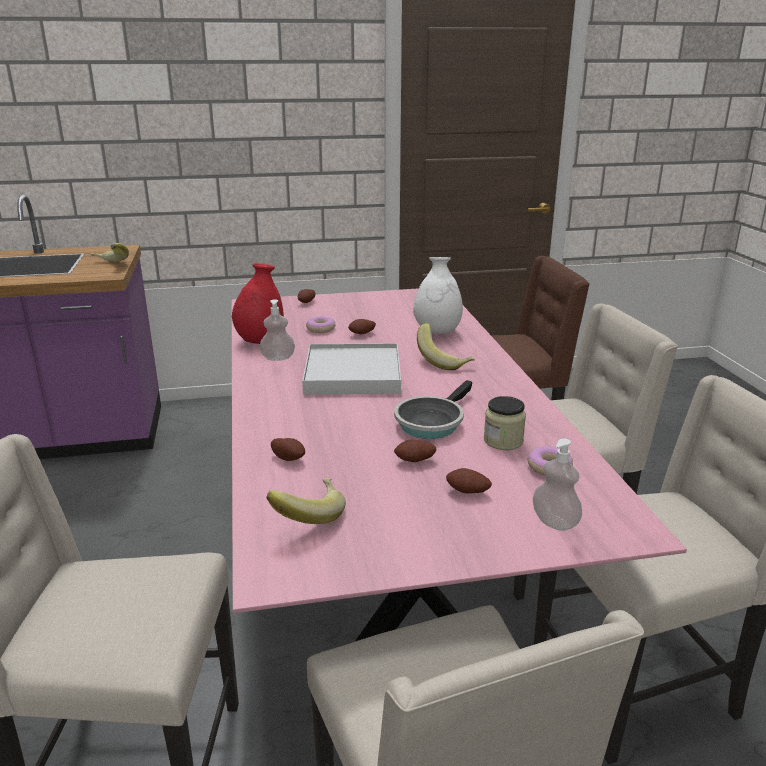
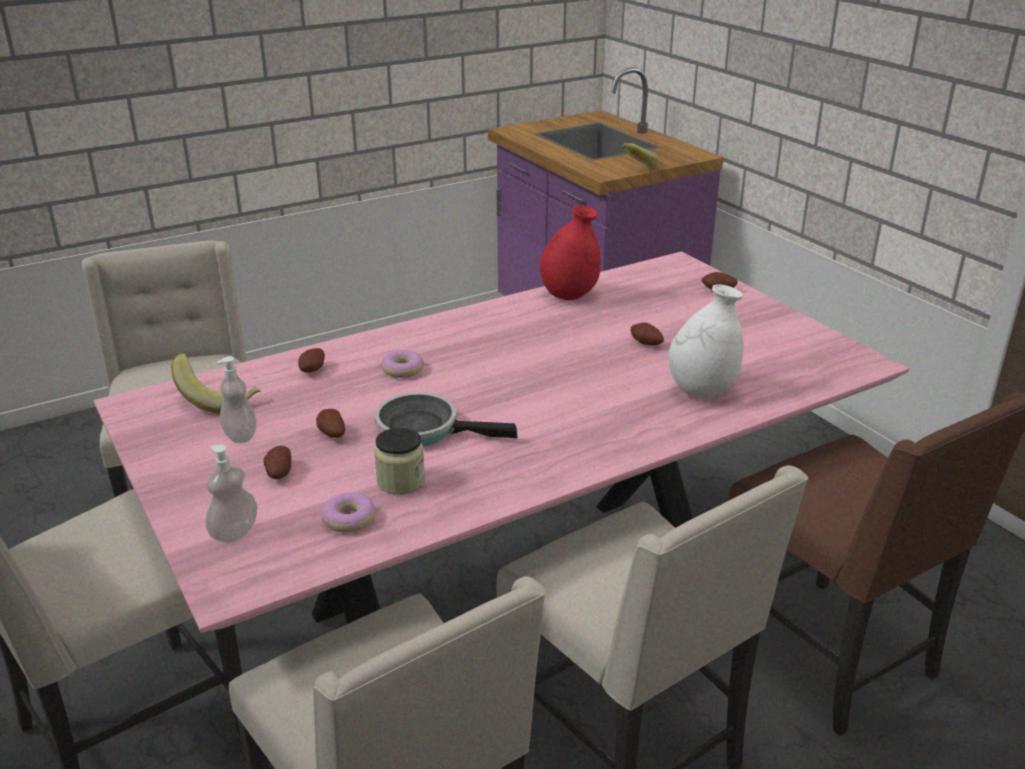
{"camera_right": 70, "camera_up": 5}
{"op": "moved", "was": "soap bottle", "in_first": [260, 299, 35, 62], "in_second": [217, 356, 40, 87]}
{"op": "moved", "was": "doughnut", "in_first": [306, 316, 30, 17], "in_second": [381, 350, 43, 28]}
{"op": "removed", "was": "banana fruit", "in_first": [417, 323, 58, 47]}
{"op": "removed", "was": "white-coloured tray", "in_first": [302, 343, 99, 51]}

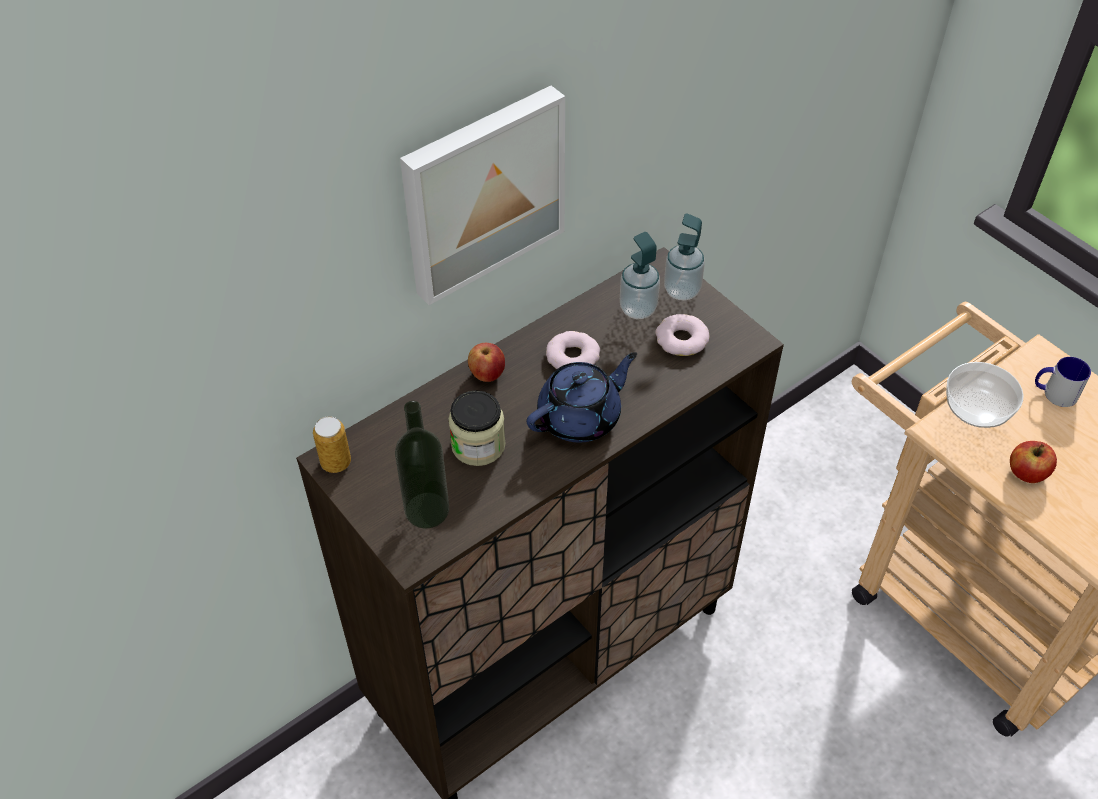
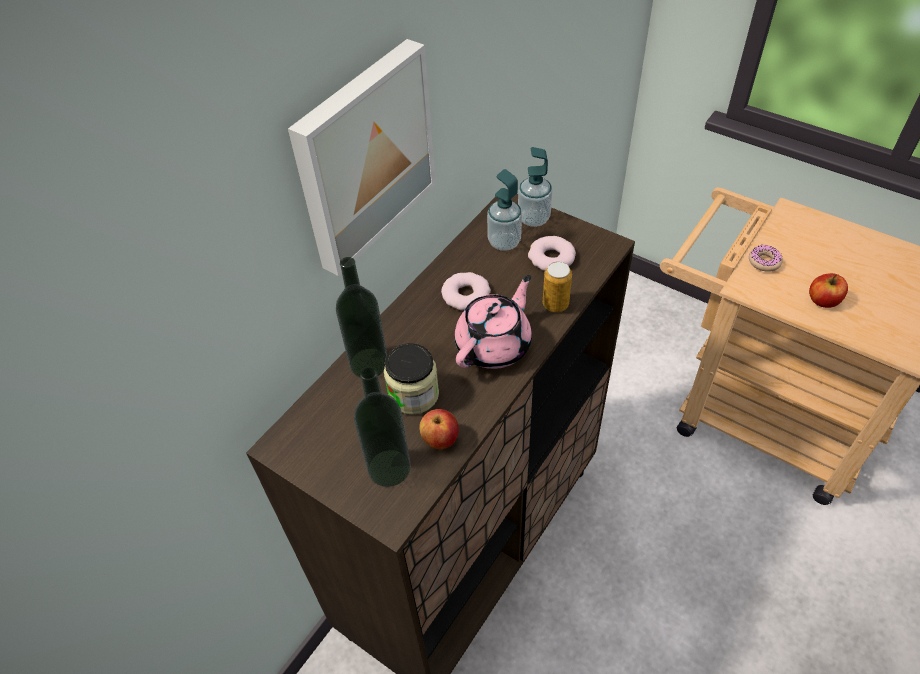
{"camera_right": -15, "camera_up": 0}
{"op": "moved", "was": "whole apple", "in_first": [468, 343, 37, 39], "in_second": [419, 409, 40, 40]}
{"op": "recoloured", "was": "bluish teapot", "now": "pink teapot", "in_first": [527, 352, 110, 90], "in_second": [455, 275, 77, 94]}
{"op": "removed", "was": "mug", "in_first": [1035, 357, 56, 50]}
{"op": "replaced", "was": "bowl", "now": "doughnut", "in_first": [946, 362, 77, 66], "in_second": [749, 245, 34, 27]}
{"op": "moved", "was": "sealed can", "in_first": [313, 416, 38, 57], "in_second": [543, 261, 29, 51]}
{"op": "added", "now": "drink bottle", "in_second": [336, 257, 51, 121]}

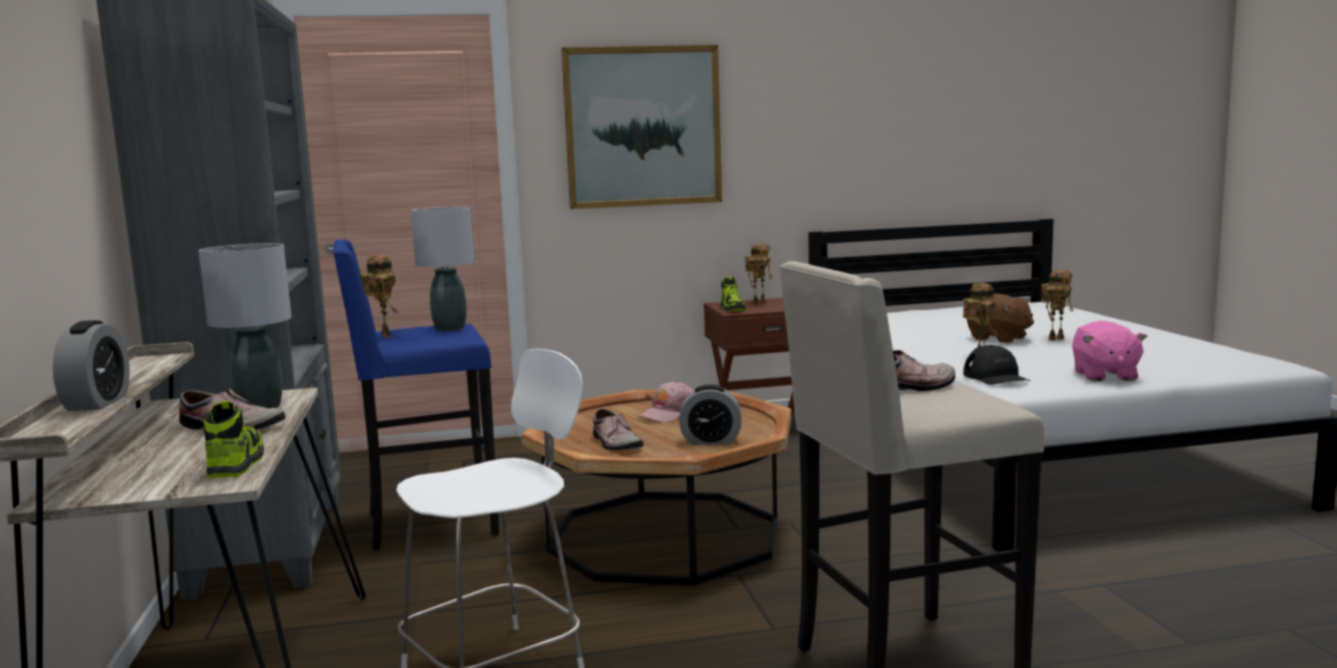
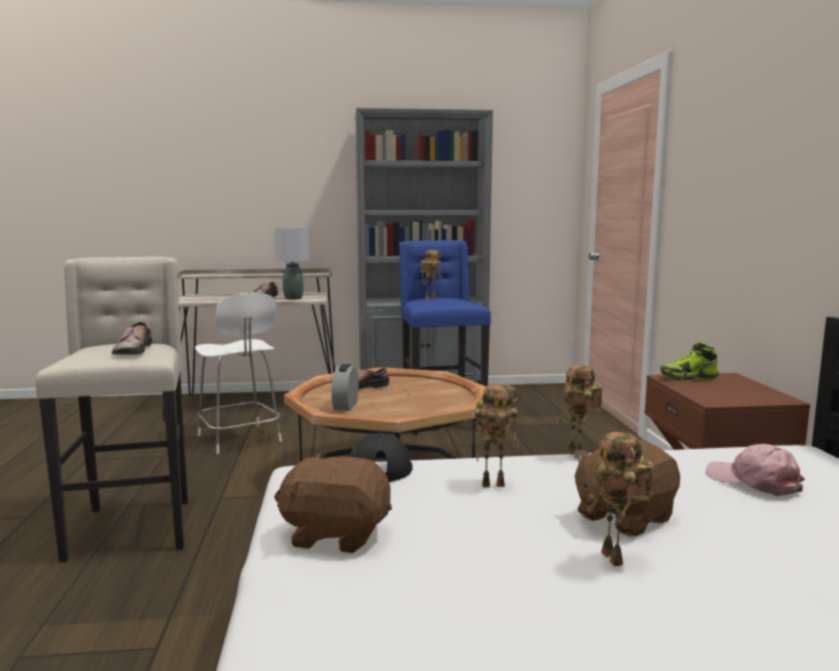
{"camera_right": 95, "camera_up": 0}
{"op": "removed", "was": "wall art", "in_first": [561, 45, 161, 164]}
{"op": "removed", "was": "gray table lamp", "in_first": [411, 207, 63, 124]}
{"op": "moved", "was": "robot figure", "in_first": [745, 244, 27, 61], "in_second": [556, 365, 47, 94]}
{"op": "removed", "was": "table clock", "in_first": [53, 320, 77, 91]}
{"op": "recoloured", "was": "pink cuddly toy", "now": "brownish cuddly toy", "in_first": [1072, 321, 76, 60], "in_second": [274, 453, 118, 100]}
{"op": "moved", "was": "pink baseball cap", "in_first": [637, 381, 57, 41], "in_second": [706, 444, 99, 52]}
{"op": "removed", "was": "shoe", "in_first": [204, 401, 60, 77]}

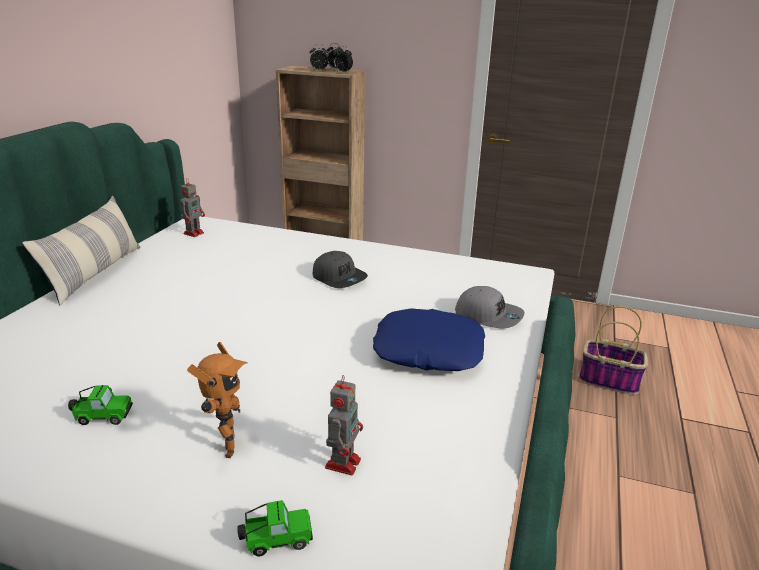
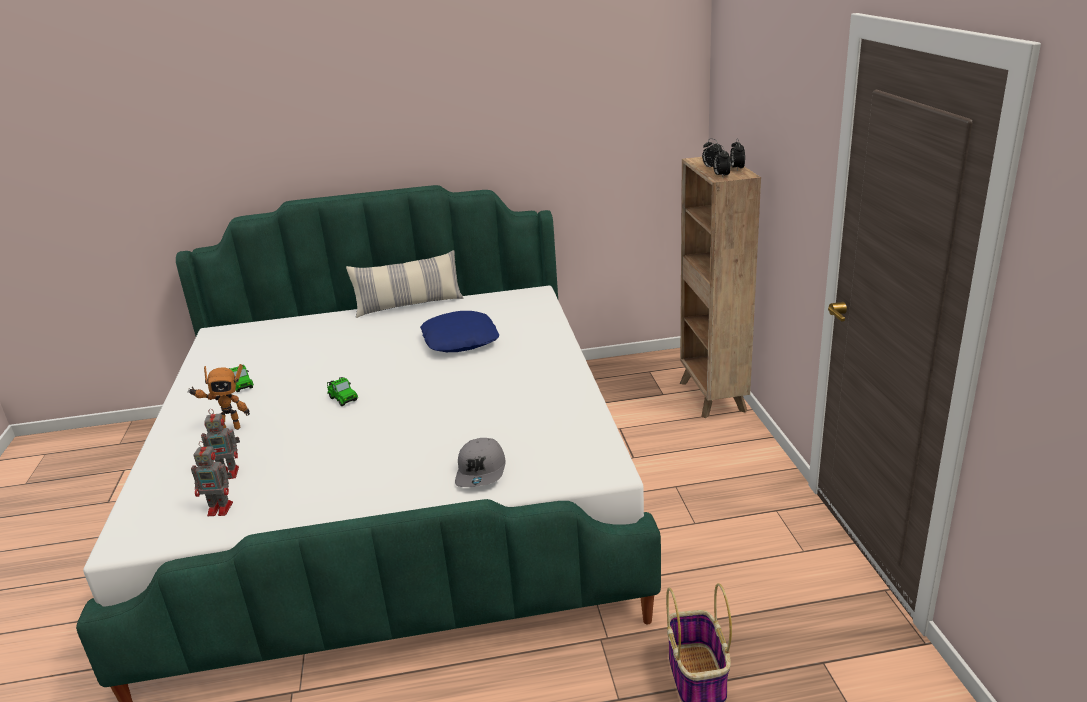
{"camera_right": 65, "camera_up": 0}
{"op": "moved", "was": "robot figure", "in_first": [180, 178, 25, 59], "in_second": [191, 441, 42, 75]}
{"op": "removed", "was": "gray baseball cap", "in_first": [313, 251, 55, 37]}
{"op": "moved", "was": "bluish throw pillow", "in_first": [373, 308, 112, 63], "in_second": [420, 311, 79, 41]}
{"op": "moved", "was": "miniature car", "in_first": [237, 500, 76, 56], "in_second": [327, 377, 31, 29]}

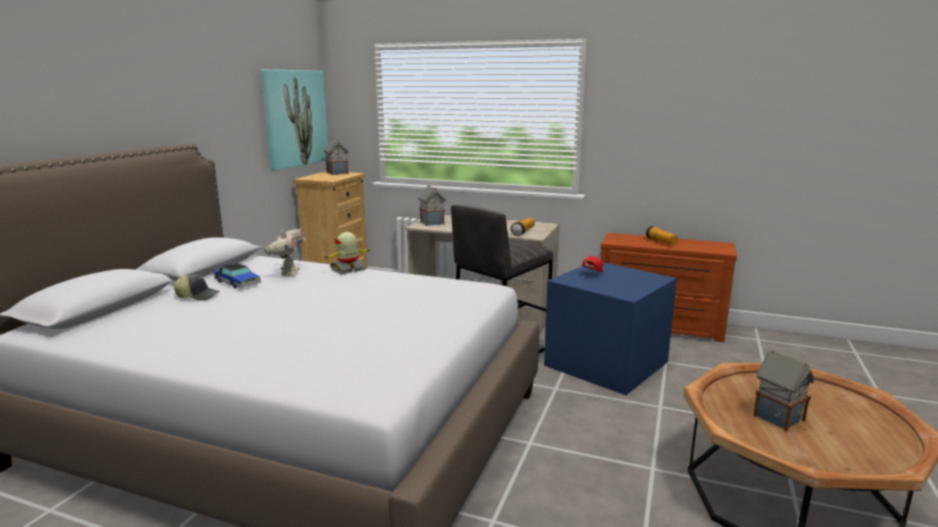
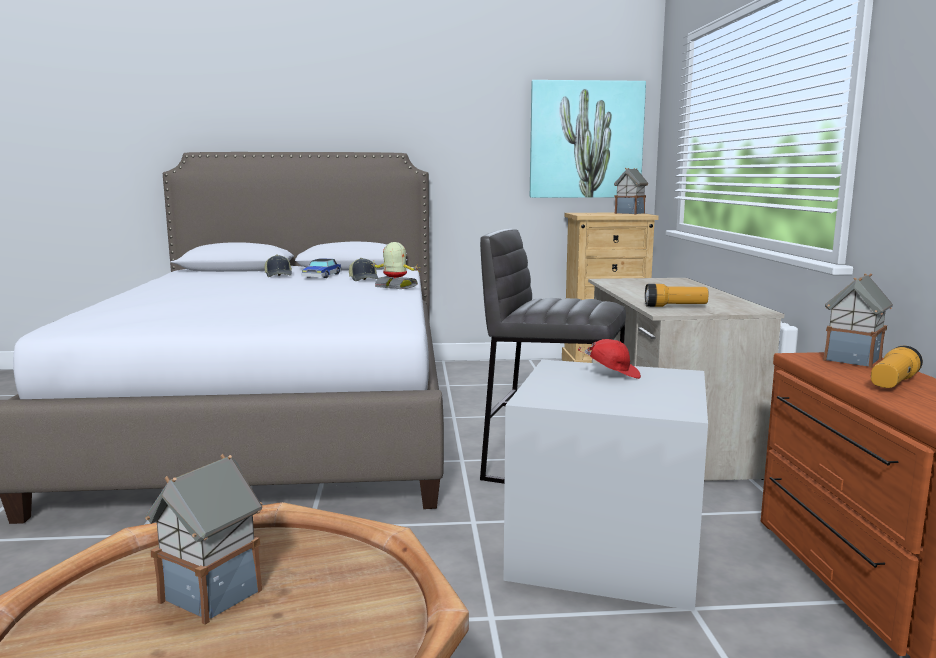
{"camera_right": 65, "camera_up": -5}
{"op": "moved", "was": "model house", "in_first": [418, 185, 28, 41], "in_second": [823, 273, 70, 95]}
{"op": "replaced", "was": "robot figure", "now": "baseball cap", "in_first": [264, 226, 42, 50], "in_second": [349, 258, 29, 23]}
{"op": "recoloured", "was": "bluish storage box", "now": "gray storage box", "in_first": [544, 262, 133, 133], "in_second": [504, 359, 204, 252]}

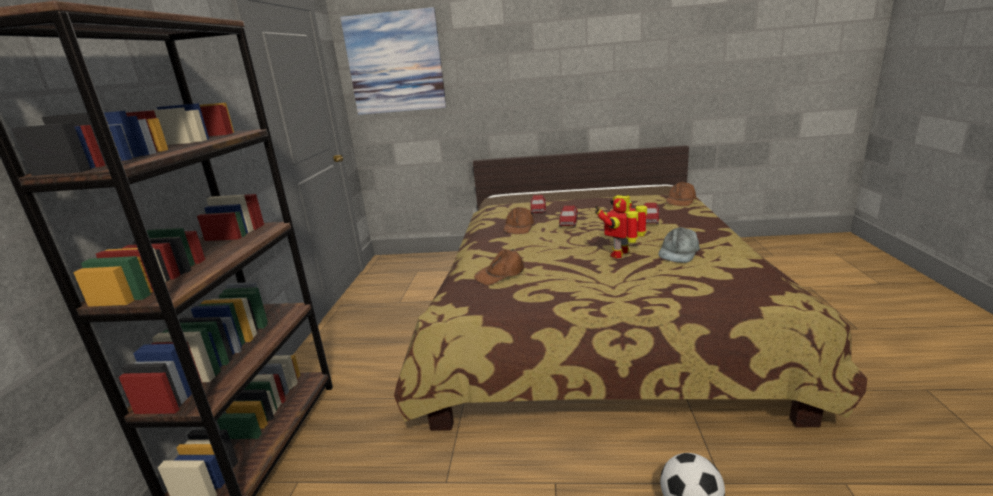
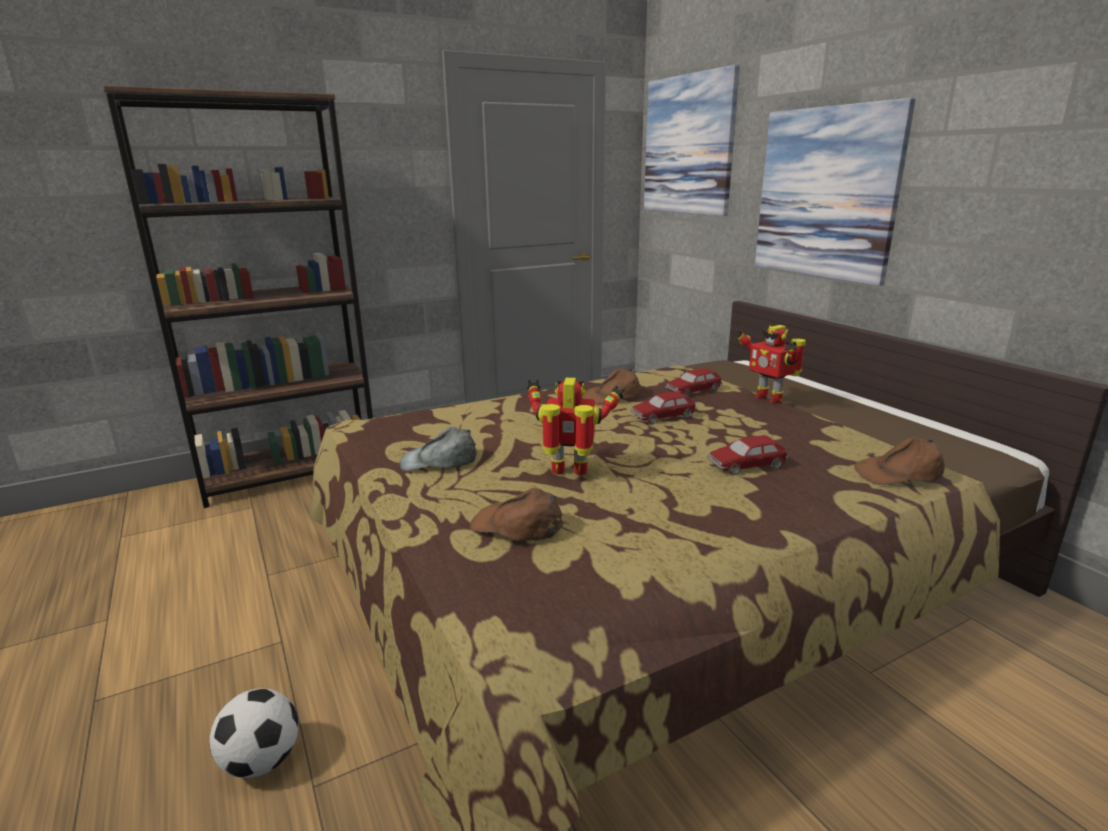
{"camera_right": 55, "camera_up": 0}
{"op": "moved", "was": "gray baseball cap", "in_first": [659, 227, 41, 36], "in_second": [400, 427, 77, 44]}
{"op": "moved", "was": "brownish baseball cap", "in_first": [474, 249, 50, 36], "in_second": [470, 488, 93, 53]}
{"op": "added", "now": "wall art", "in_second": [755, 98, 161, 188]}
{"op": "added", "now": "robot figure", "in_second": [736, 325, 70, 79]}

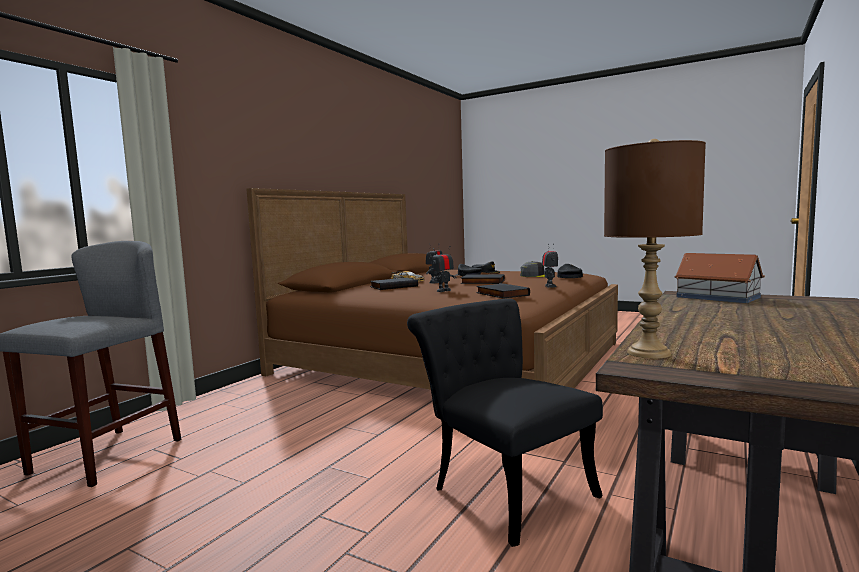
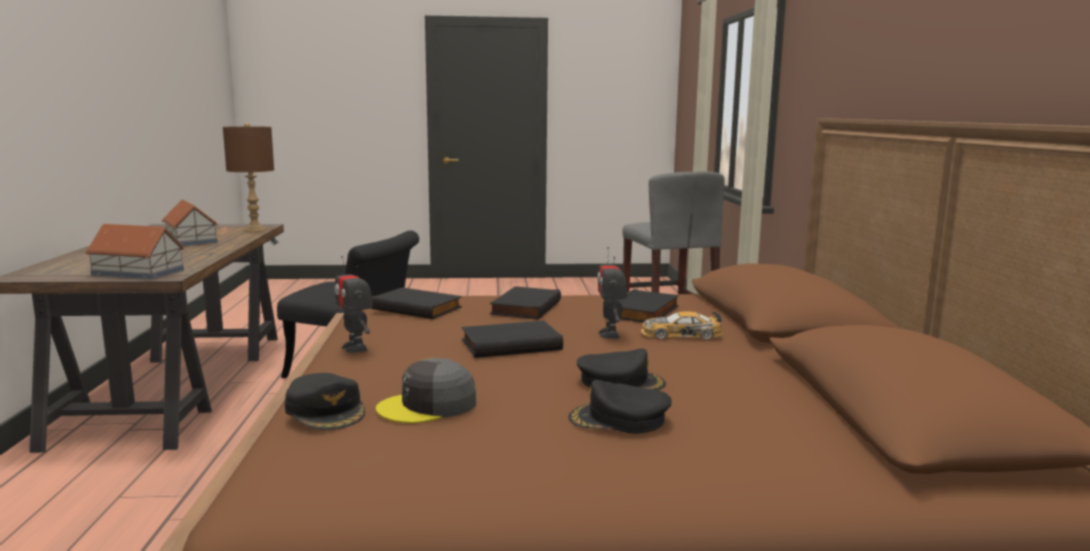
{"camera_right": 145, "camera_up": 5}
{"op": "replaced", "was": "robot figure", "now": "black volume", "in_first": [431, 248, 25, 44], "in_second": [490, 286, 71, 33]}
{"op": "added", "now": "model house", "in_second": [162, 200, 56, 46]}

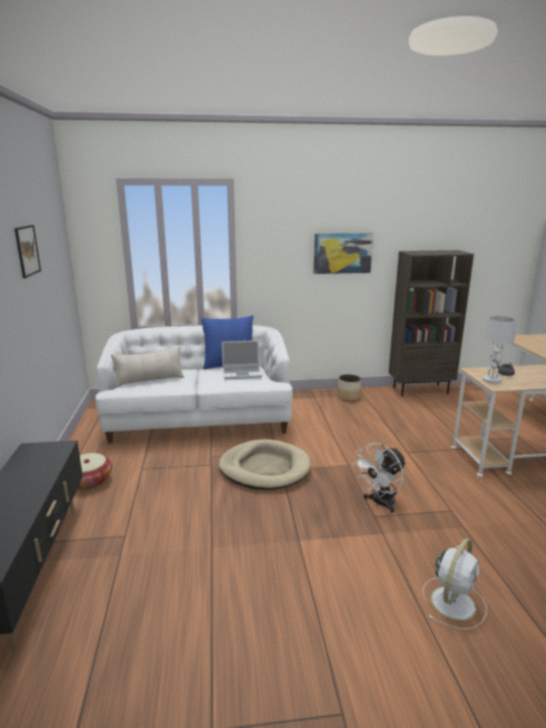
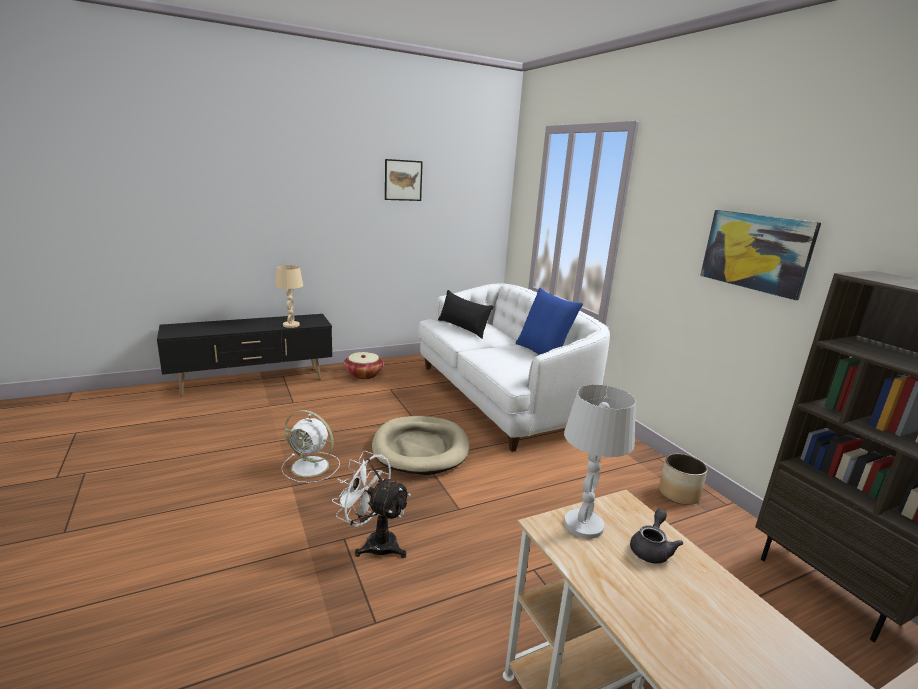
{"camera_right": 70, "camera_up": 0}
{"op": "removed", "was": "laptop", "in_first": [222, 340, 40, 39]}
{"op": "recoloured", "was": "beige-coloured throw pillow", "now": "black throw pillow", "in_first": [111, 346, 73, 41], "in_second": [438, 290, 56, 49]}
{"op": "moved", "was": "white-coloured electric fan", "in_first": [423, 538, 64, 92], "in_second": [281, 410, 59, 73]}
{"op": "added", "now": "beige-coloured table lamp", "in_second": [275, 265, 28, 63]}

